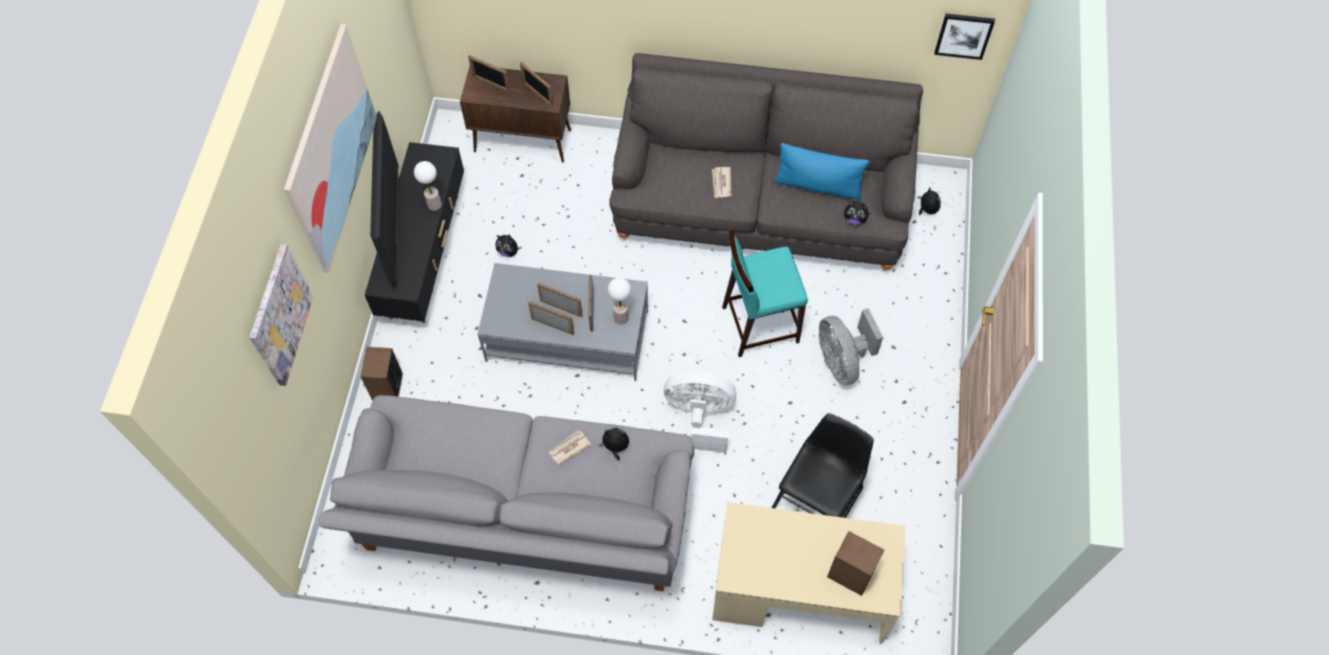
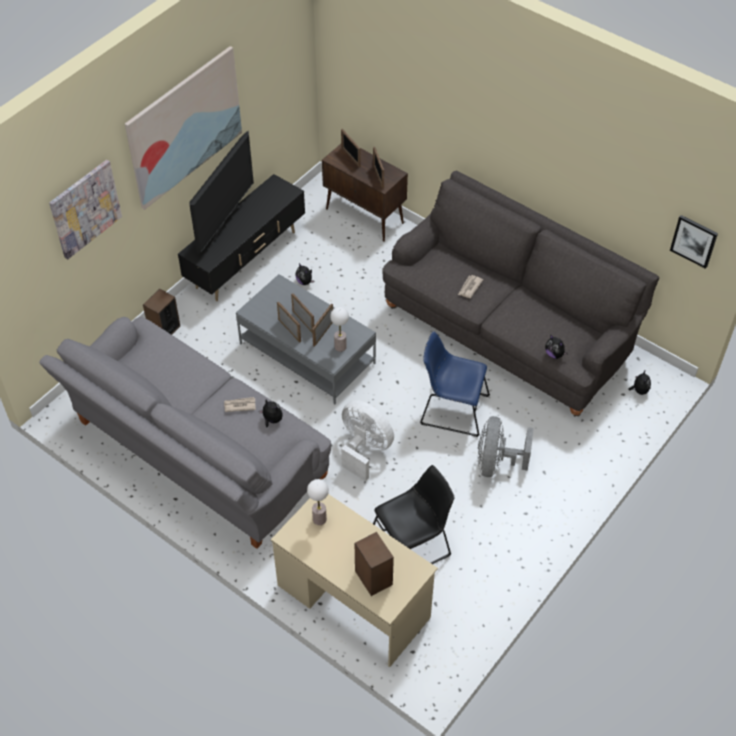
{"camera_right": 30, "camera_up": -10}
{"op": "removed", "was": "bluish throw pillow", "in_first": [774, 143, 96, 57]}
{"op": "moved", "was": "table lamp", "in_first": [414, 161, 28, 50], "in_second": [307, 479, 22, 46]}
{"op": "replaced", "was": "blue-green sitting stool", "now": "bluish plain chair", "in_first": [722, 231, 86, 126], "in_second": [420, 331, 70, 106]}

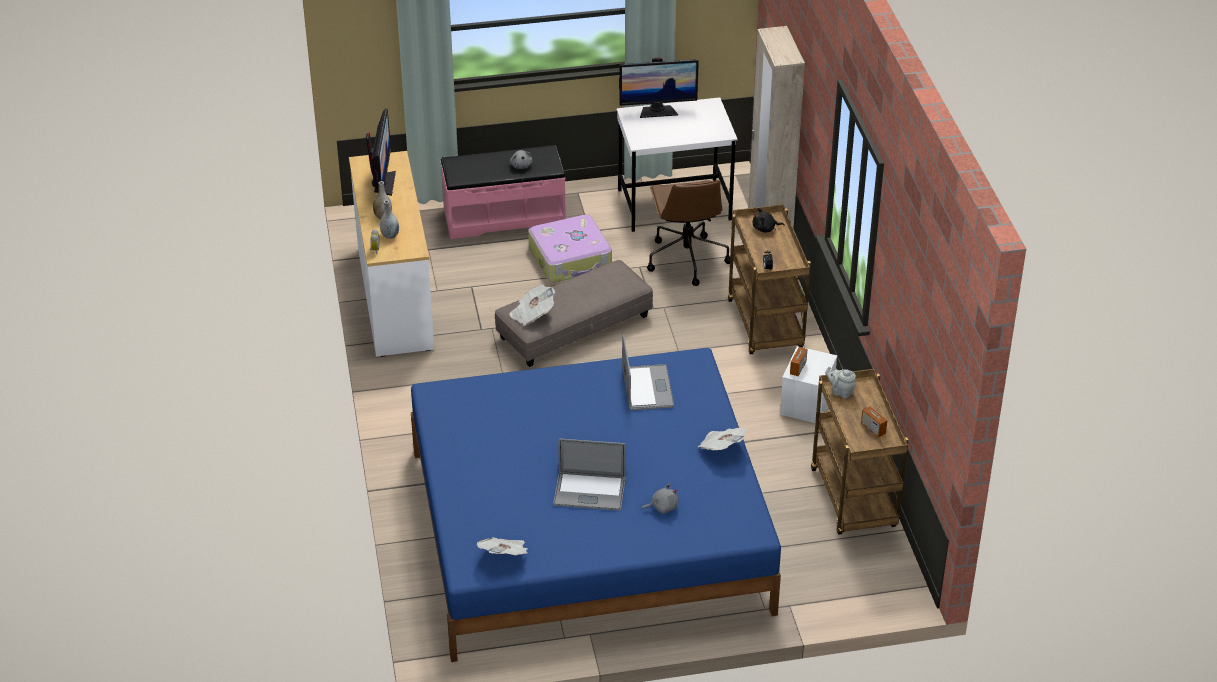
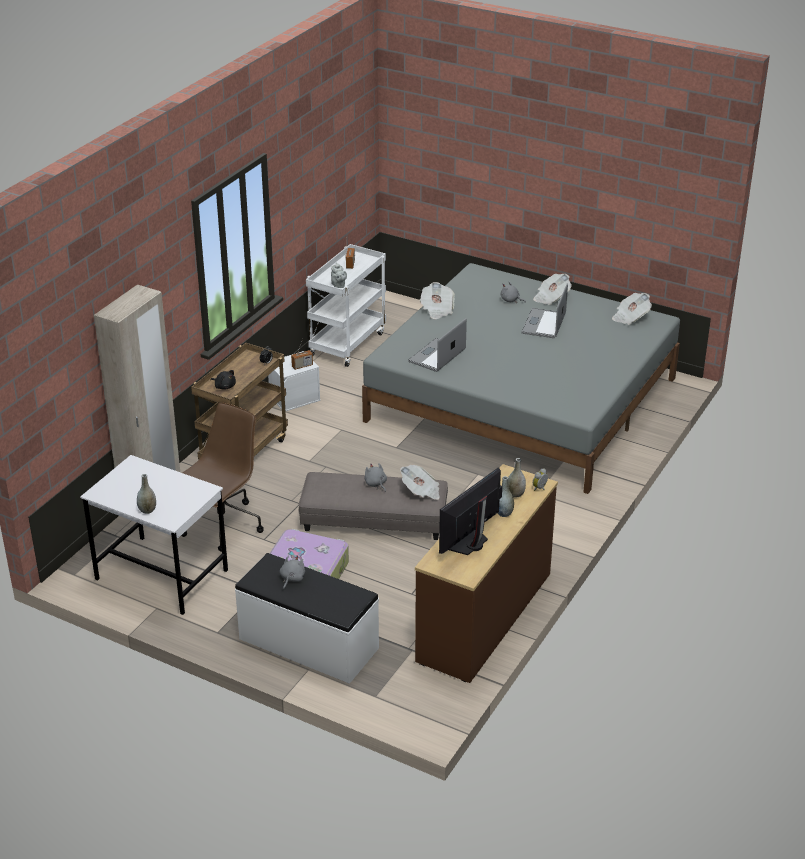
{"camera_right": -140, "camera_up": -5}
{"op": "replaced", "was": "monitor", "now": "gray vase", "in_first": [619, 58, 80, 60], "in_second": [137, 474, 19, 40]}
{"op": "recoloured", "was": "pink indoor bench", "now": "white-coloured indoor bench", "in_first": [440, 145, 126, 94], "in_second": [235, 553, 144, 131]}
{"op": "recoloured", "was": "white-coloured dresser", "now": "brownish dresser", "in_first": [349, 151, 86, 206], "in_second": [415, 464, 143, 219]}
{"op": "recoloured", "was": "bluish bedroom bed", "now": "gray bedroom bed", "in_first": [411, 348, 370, 314], "in_second": [362, 263, 318, 231]}
{"op": "recoloured", "was": "brownish cart", "now": "white-coloured cart", "in_first": [811, 369, 97, 166], "in_second": [306, 244, 80, 123]}
{"op": "turned", "was": "laptop", "in_first": [553, 438, 73, 73], "in_second": [522, 284, 46, 54], "clockwise": -120}
{"op": "added", "now": "daily paper", "in_second": [533, 274, 39, 31]}
{"op": "added", "now": "gray cuddly toy", "in_second": [364, 463, 23, 29]}

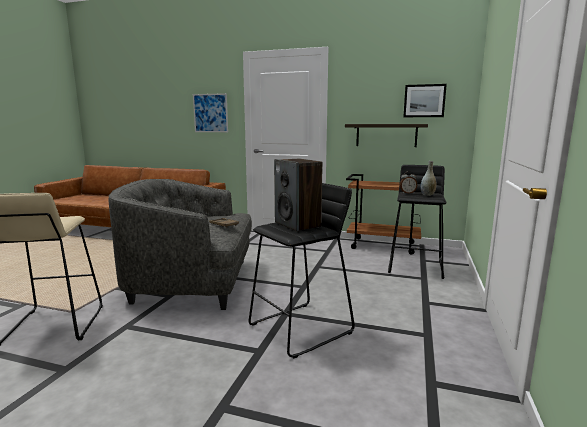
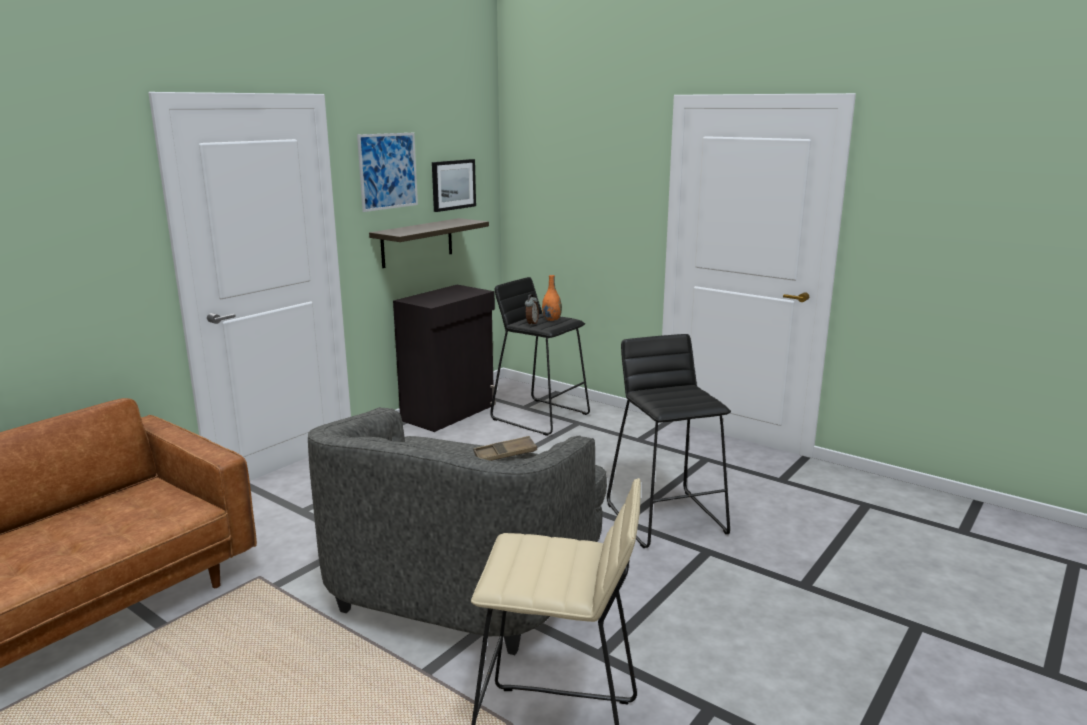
{"camera_right": -70, "camera_up": 5}
{"op": "moved", "was": "wall art", "in_first": [193, 93, 35, 39], "in_second": [357, 133, 61, 79]}
{"op": "removed", "was": "loudspeaker", "in_first": [274, 159, 49, 73]}
{"op": "recoloured", "was": "gray vase", "now": "orange-coloured vase", "in_first": [420, 161, 17, 35], "in_second": [542, 275, 20, 46]}
{"op": "replaced", "was": "brownish cart", "now": "black storage cabinet", "in_first": [346, 174, 75, 81], "in_second": [393, 285, 103, 147]}

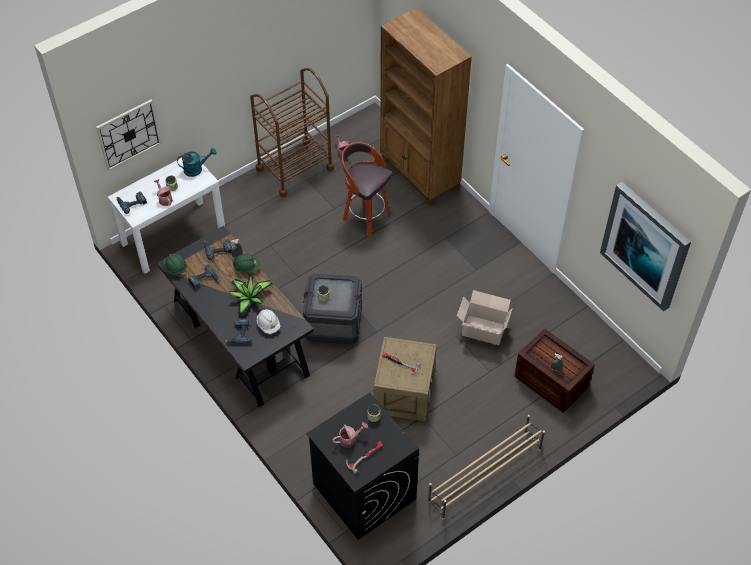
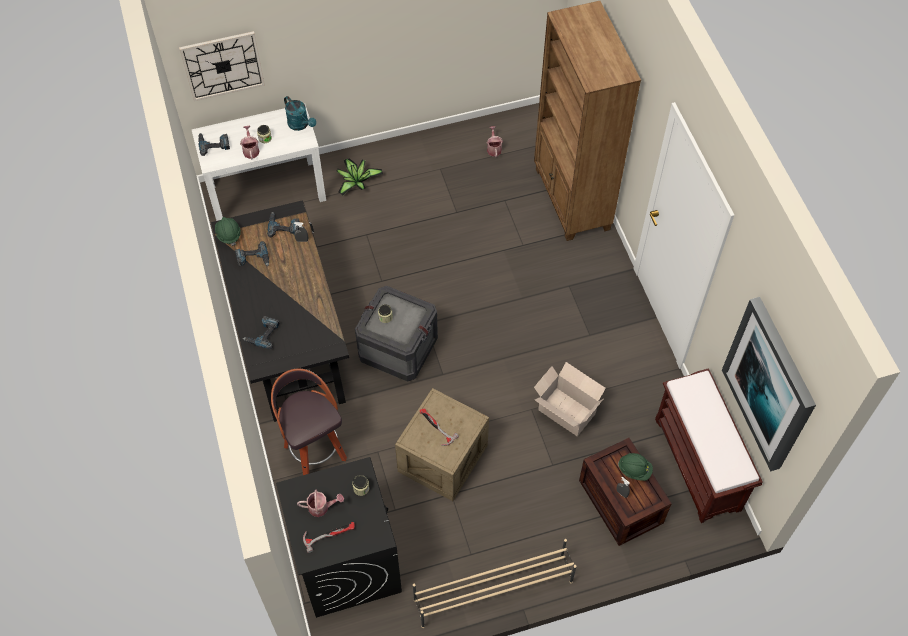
{"camera_right": 20, "camera_up": 5}
{"op": "removed", "was": "brownish cart", "in_first": [250, 68, 84, 130]}
{"op": "moved", "was": "sitting stool", "in_first": [341, 142, 51, 94], "in_second": [271, 369, 76, 106]}
{"op": "turned", "was": "blue-green watering can", "in_first": [177, 148, 40, 29], "in_second": [284, 96, 32, 35], "clockwise": 45}
{"op": "moved", "was": "green work helmet", "in_first": [233, 254, 27, 19], "in_second": [618, 453, 35, 28]}
{"op": "moved", "was": "houseplant", "in_first": [229, 276, 44, 39], "in_second": [336, 158, 47, 37]}
{"op": "removed", "was": "white-coloured work helmet", "in_first": [256, 309, 24, 25]}
{"op": "added", "now": "brownish indoor bench", "in_second": [655, 368, 108, 155]}

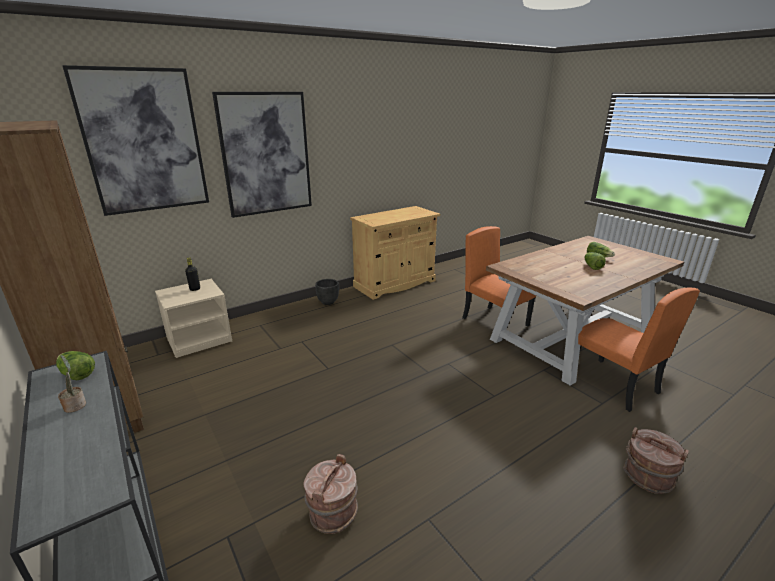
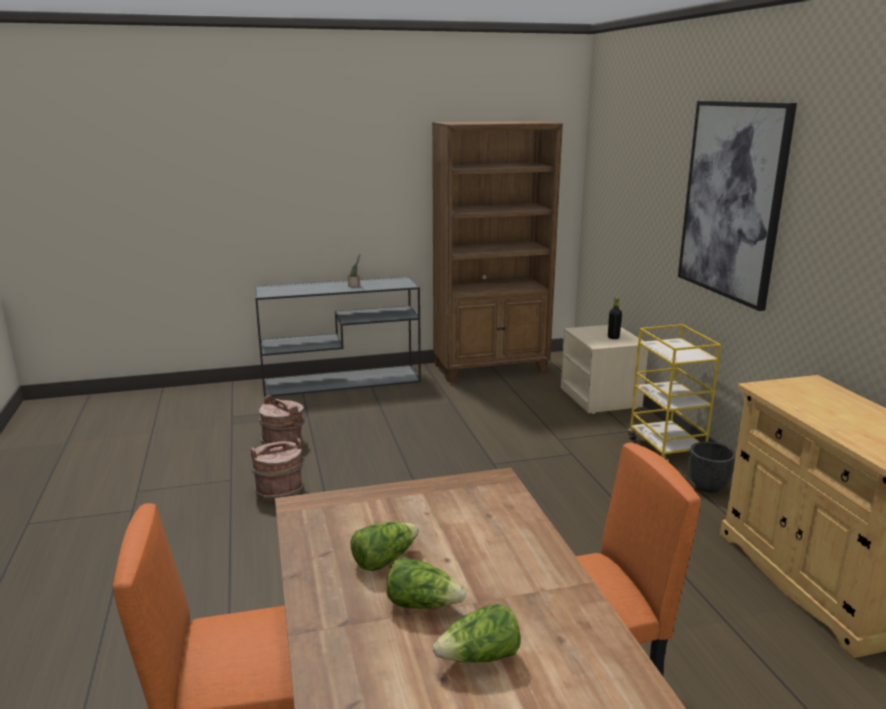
{"camera_right": 110, "camera_up": -5}
{"op": "removed", "was": "wall art", "in_first": [62, 65, 147, 151]}
{"op": "moved", "was": "lettuce head", "in_first": [56, 351, 39, 29], "in_second": [350, 522, 69, 49]}
{"op": "moved", "was": "brownish bucket", "in_first": [623, 427, 66, 67], "in_second": [251, 438, 53, 63]}
{"op": "added", "now": "yellow cart", "in_second": [628, 324, 93, 138]}

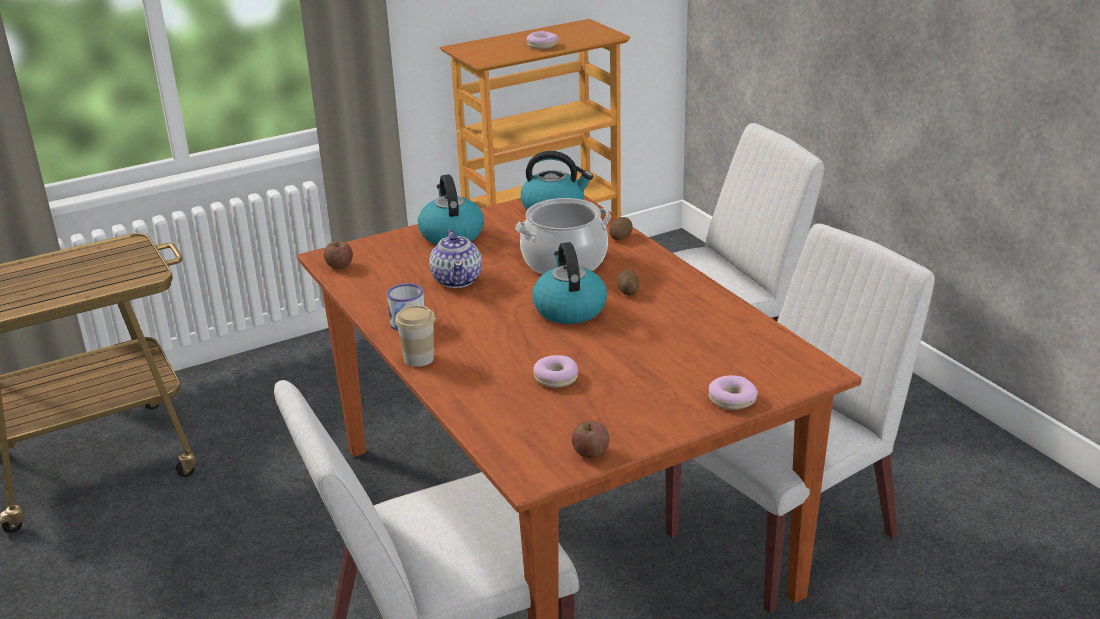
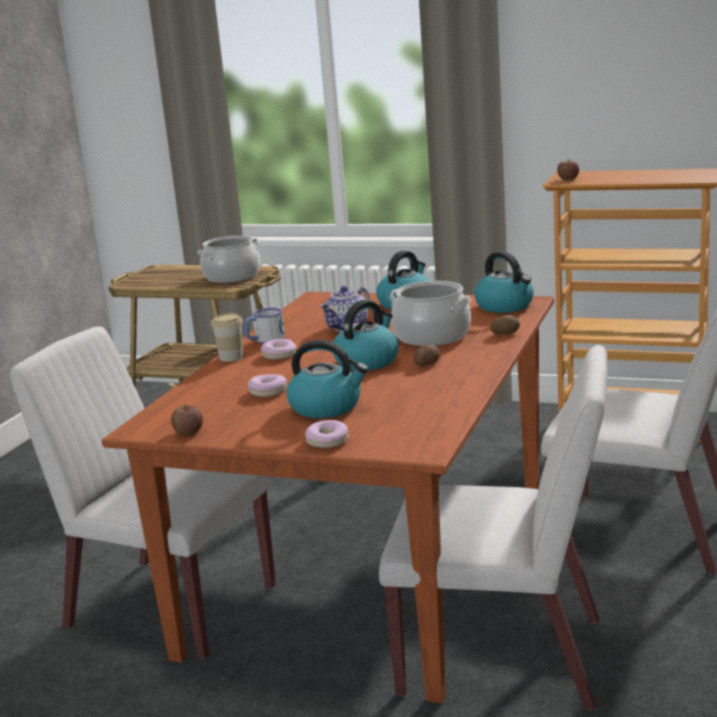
{"camera_right": 50, "camera_up": -10}
{"op": "moved", "was": "doughnut", "in_first": [527, 31, 32, 18], "in_second": [261, 339, 35, 21]}
{"op": "moved", "was": "whole apple", "in_first": [324, 241, 29, 28], "in_second": [557, 159, 22, 21]}
{"op": "added", "now": "cooking pot", "in_second": [197, 236, 63, 47]}
{"op": "added", "now": "tea kettle", "in_second": [287, 340, 81, 78]}

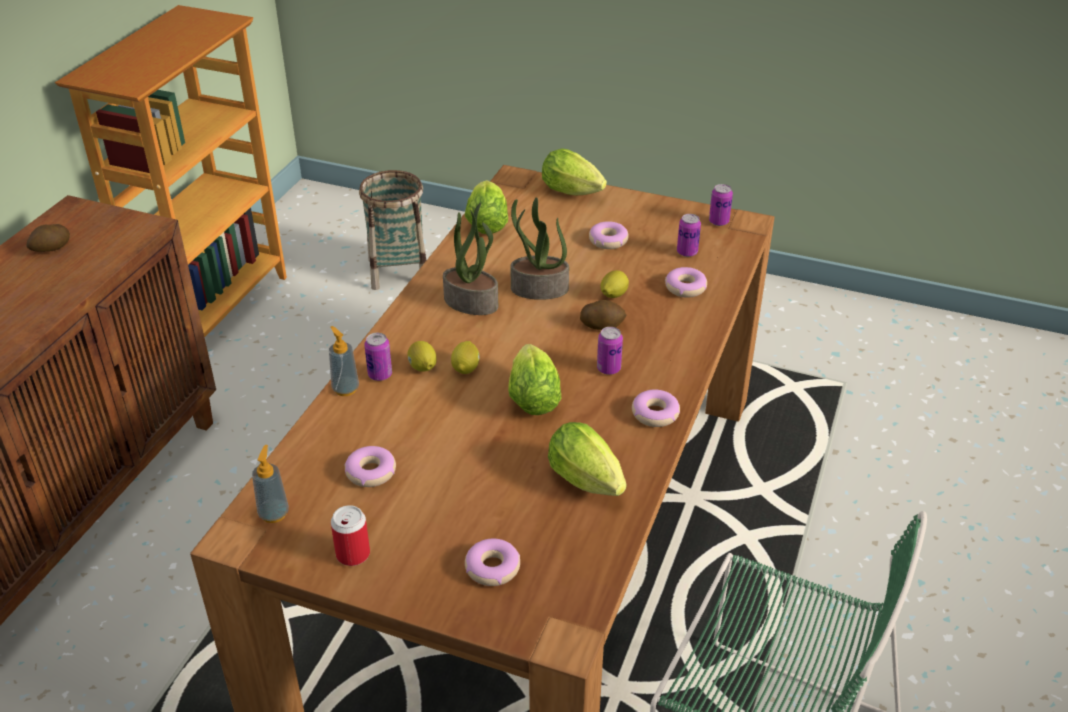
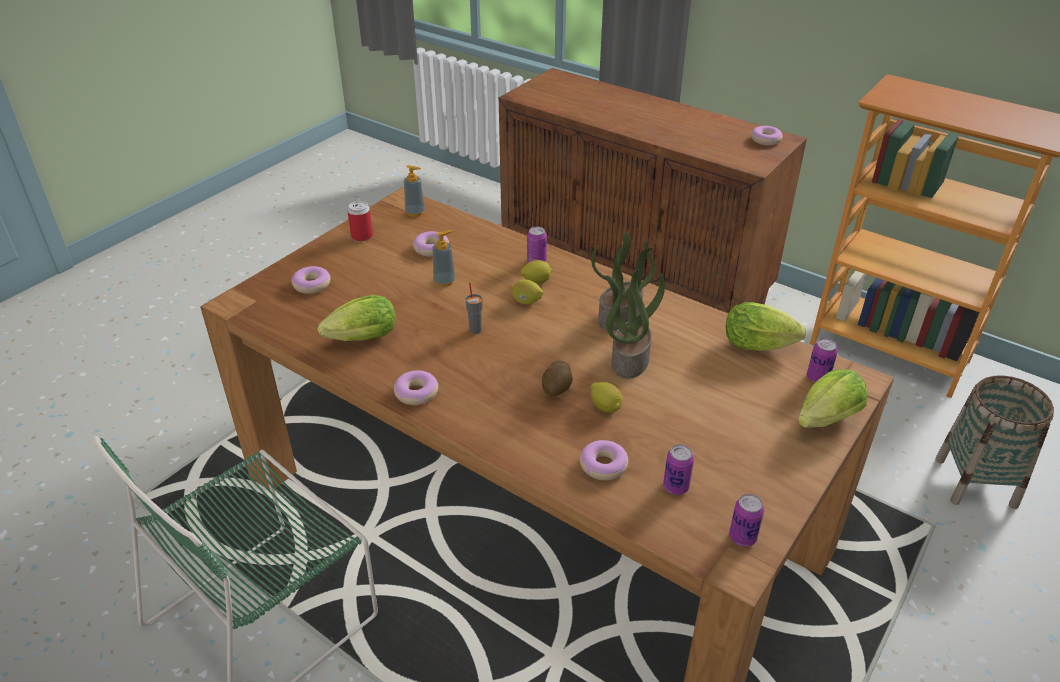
{"camera_right": 105, "camera_up": 0}
{"op": "moved", "was": "doughnut", "in_first": [589, 221, 40, 28], "in_second": [751, 126, 31, 19]}
{"op": "removed", "was": "potato", "in_first": [26, 224, 44, 28]}
{"op": "moved", "was": "soap bottle", "in_first": [329, 326, 30, 70], "in_second": [433, 230, 22, 57]}
{"op": "moved", "was": "sealed can", "in_first": [597, 327, 26, 48], "in_second": [807, 338, 31, 44]}
{"op": "replaced", "was": "lettuce head", "now": "gray drinking cup", "in_first": [508, 344, 53, 71], "in_second": [466, 283, 17, 51]}

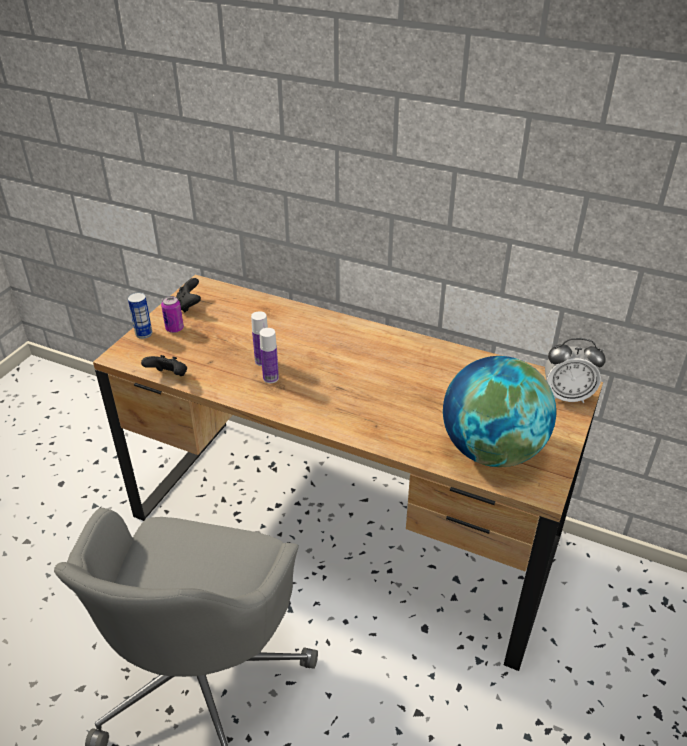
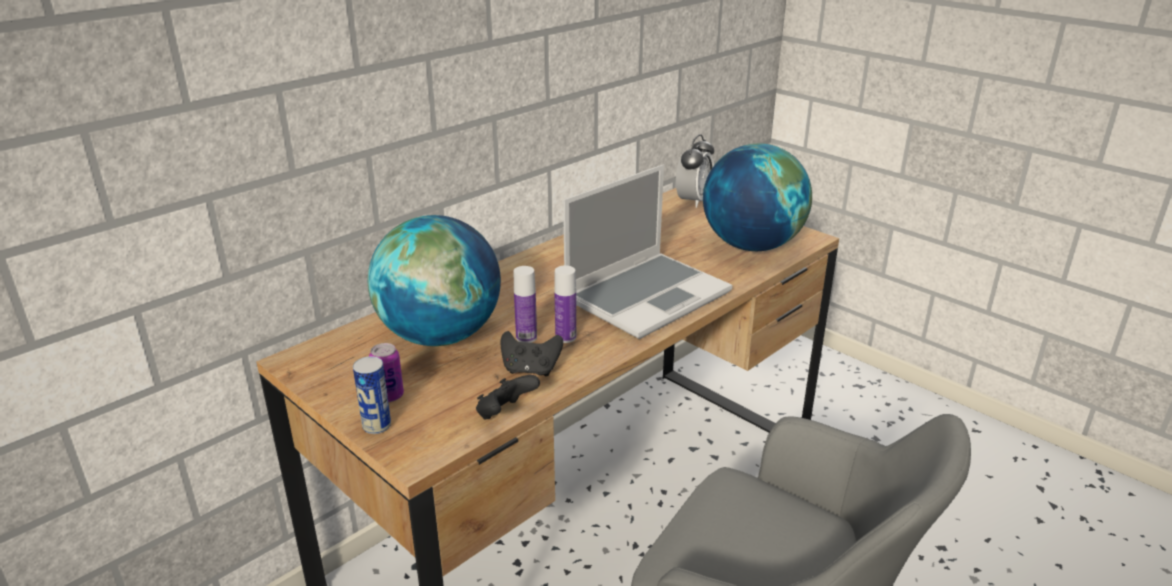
{"camera_right": -70, "camera_up": -10}
{"op": "moved", "was": "black game controller", "in_first": [176, 278, 25, 35], "in_second": [500, 331, 63, 45]}
{"op": "added", "now": "laptop", "in_second": [563, 165, 169, 174]}
{"op": "added", "now": "desk globe", "in_second": [368, 215, 133, 131]}

